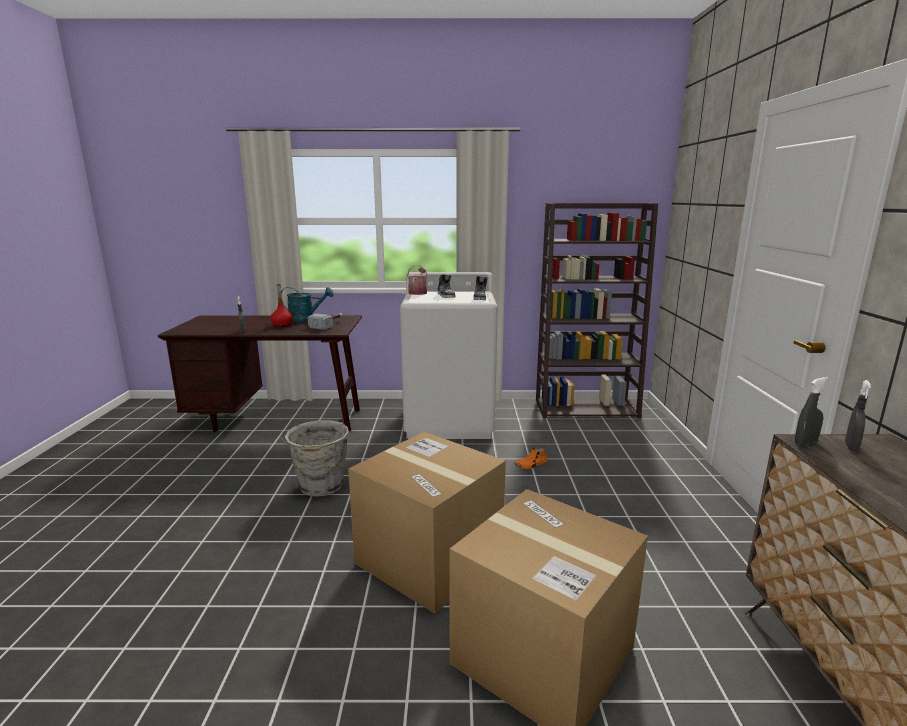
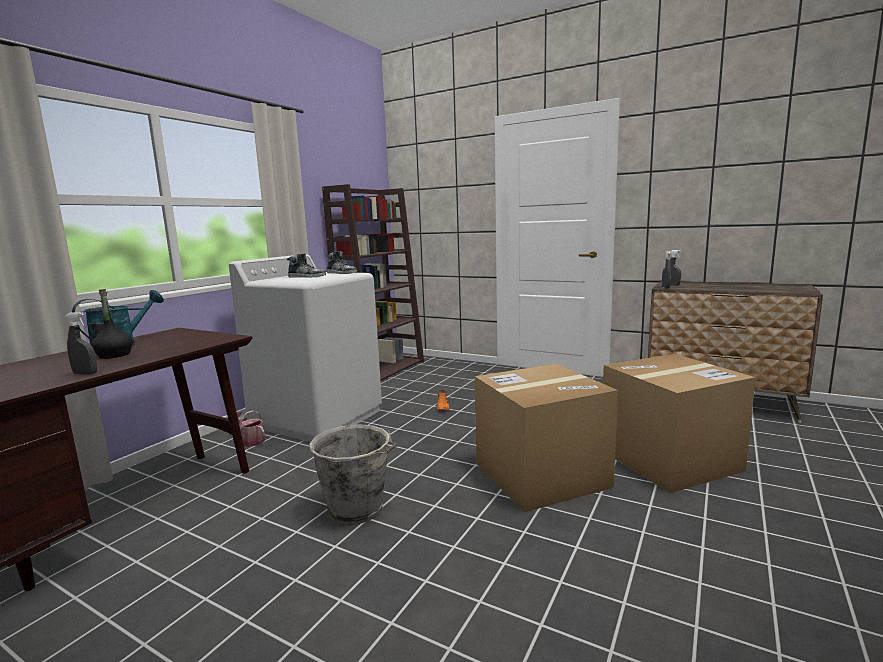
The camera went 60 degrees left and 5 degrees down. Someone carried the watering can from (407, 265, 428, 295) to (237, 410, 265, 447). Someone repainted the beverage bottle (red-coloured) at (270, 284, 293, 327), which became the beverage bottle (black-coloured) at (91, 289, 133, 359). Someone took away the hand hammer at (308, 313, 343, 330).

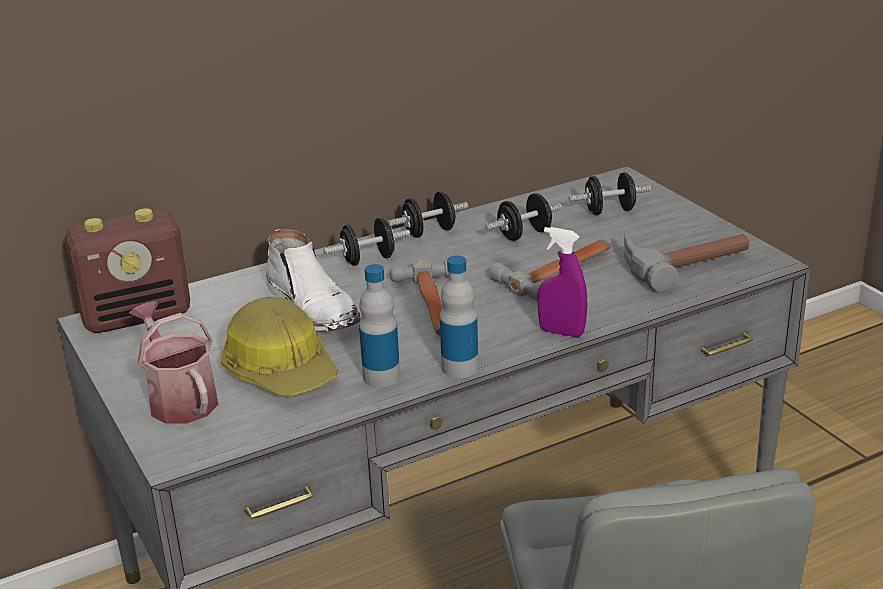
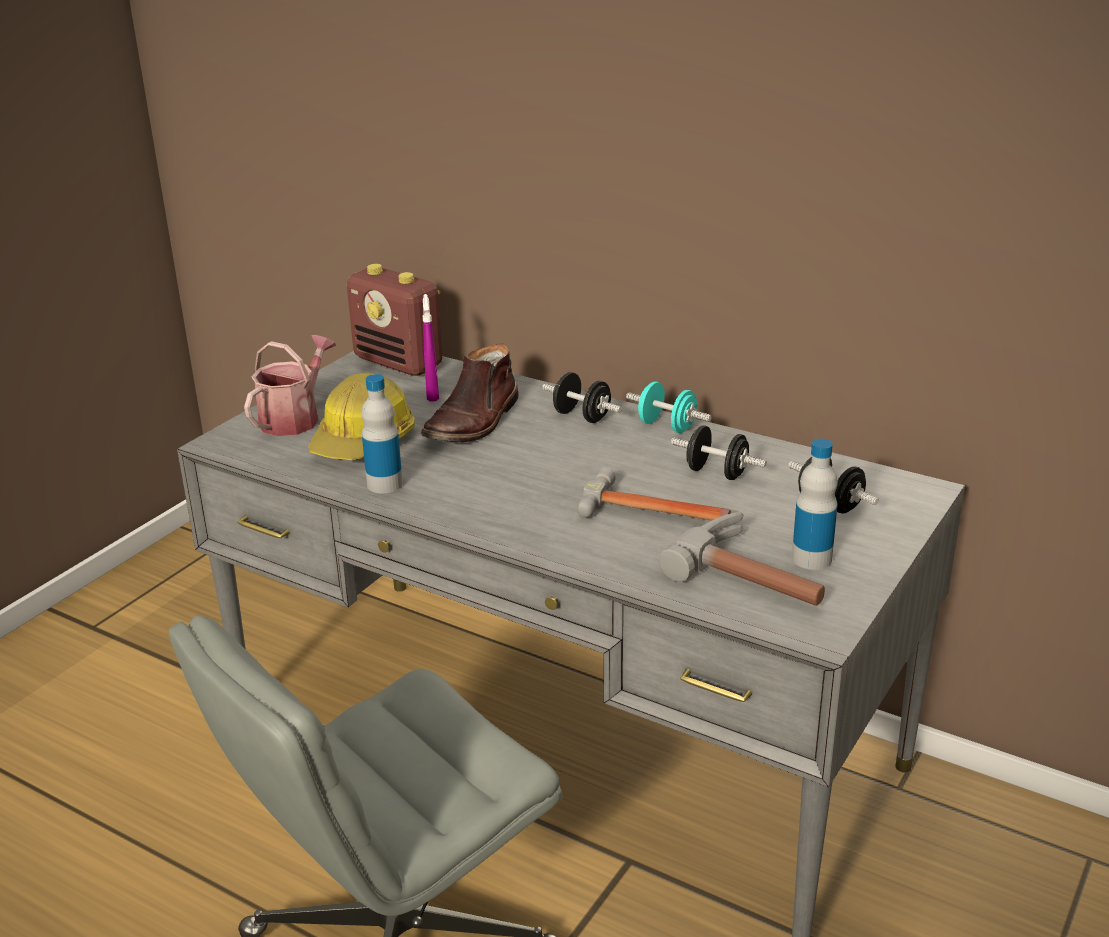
The camera went 60 degrees right and 0 degrees up. Someone repainted the free weight (black-coloured) at (388, 191, 468, 238), which became the free weight (turquoise-coloured) at (626, 381, 712, 433). Someone carried the sprayer (purple) from (537, 227, 587, 337) to (423, 294, 439, 402). Someone repainted the boot (whitish) at (266, 229, 361, 332), which became the boot (brown-coloured) at (421, 343, 519, 443). Someone carried the beverage bottle from (440, 255, 479, 378) to (792, 439, 838, 570). Someone took away the hand hammer at (390, 259, 449, 336).

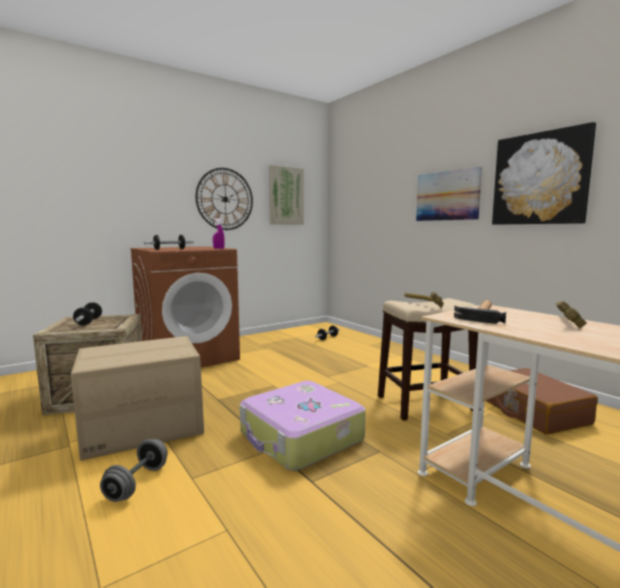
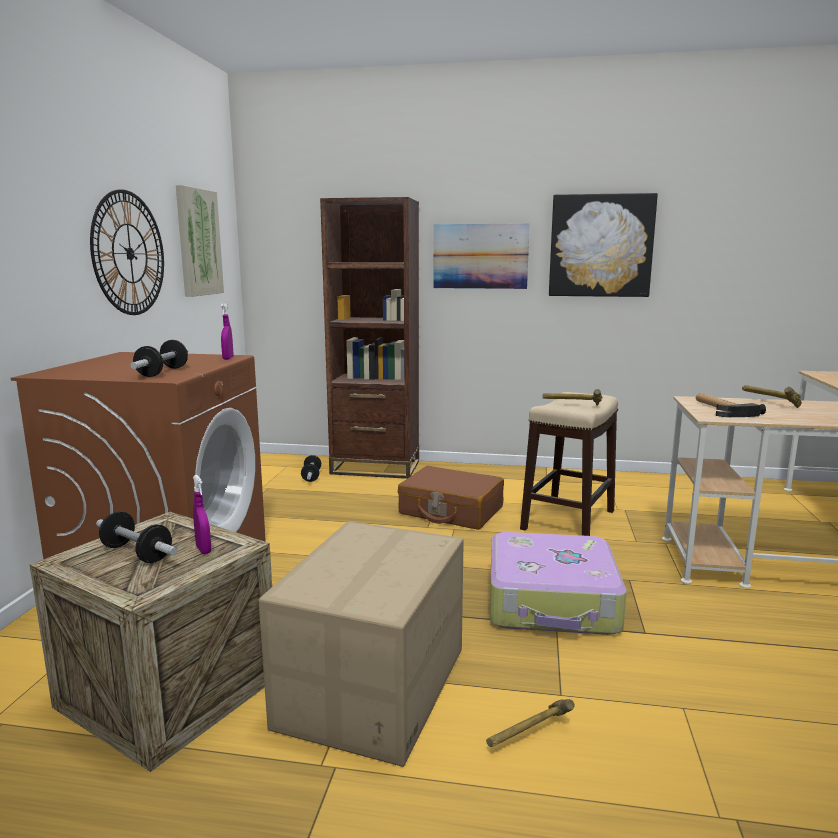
The camera went 45 degrees left and 5 degrees up. Someone carried the travel case (brown-coloured) from (486, 368, 598, 435) to (398, 466, 504, 530). Someone swapped the free weight (grey) at (100, 439, 168, 502) for the hand hammer at (486, 699, 575, 747). Someone put down the bookshelf (brown-coloured) at (320, 197, 419, 479). Someone put down the sprayer (purple) at (193, 475, 211, 554).

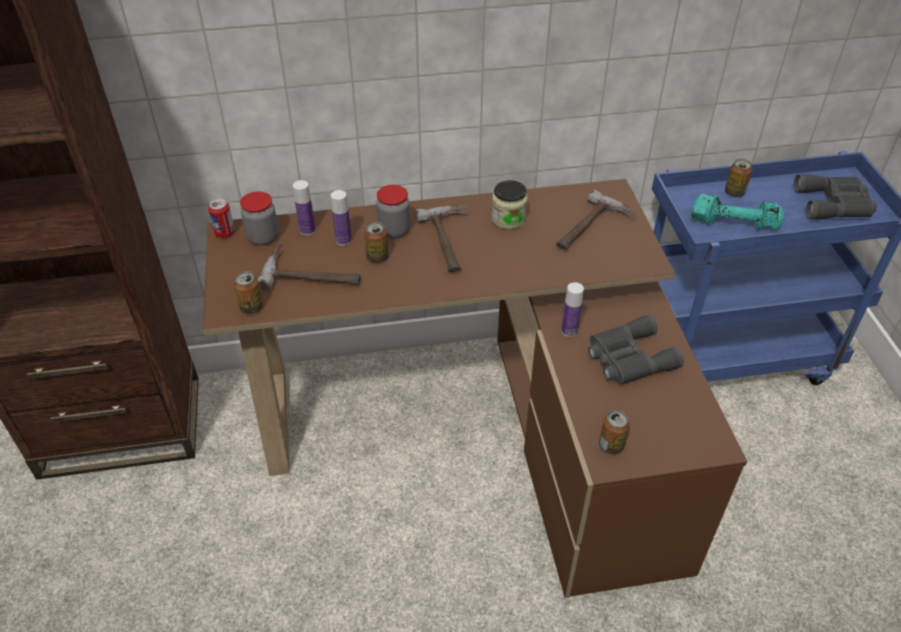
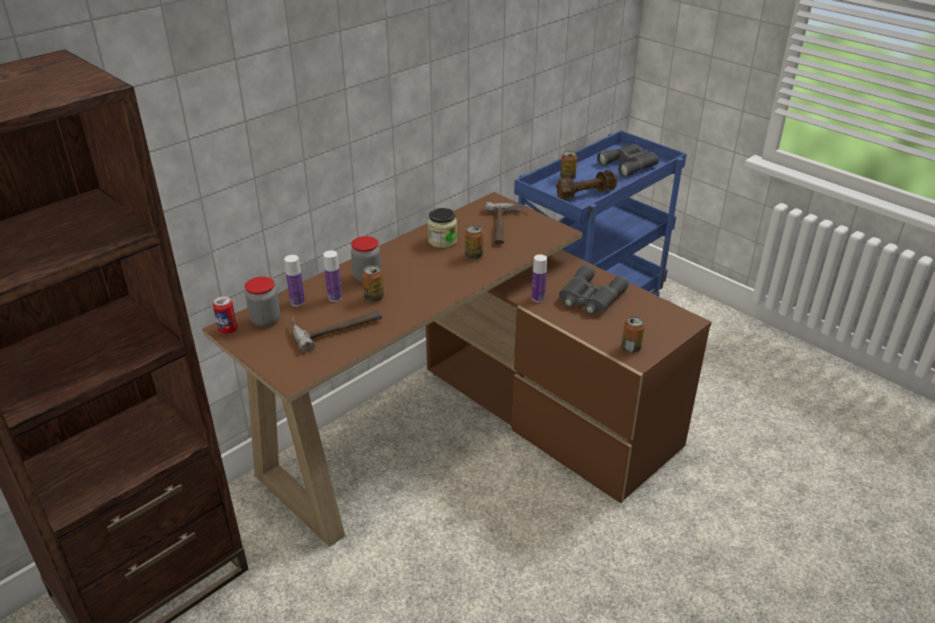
The camera went 35 degrees left and 10 degrees down. Someone repainted the free weight (turquoise-coloured) at (691, 194, 785, 231), which became the free weight (brown-coloured) at (556, 170, 617, 200). Someone took away the hand hammer at (415, 205, 470, 272). Someone carried the metal can from (233, 271, 263, 314) to (465, 225, 483, 260).

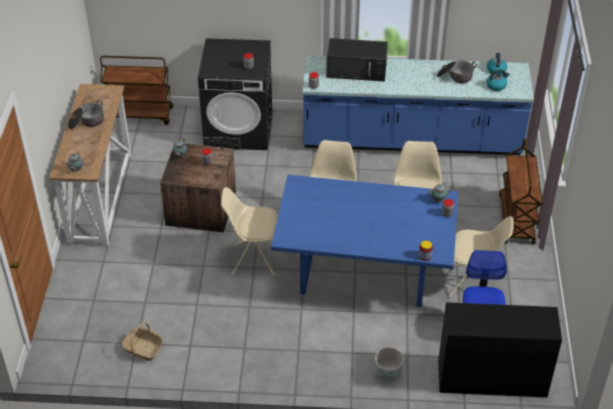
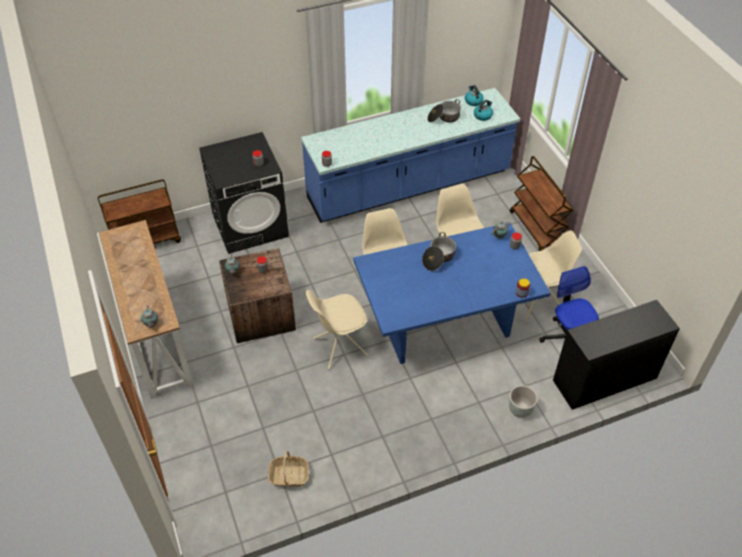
The camera went 25 degrees left and 5 degrees up. Someone took away the microwave (black-coloured) at (326, 38, 388, 82). Someone carried the saucepot from (68, 100, 104, 129) to (422, 232, 456, 271).

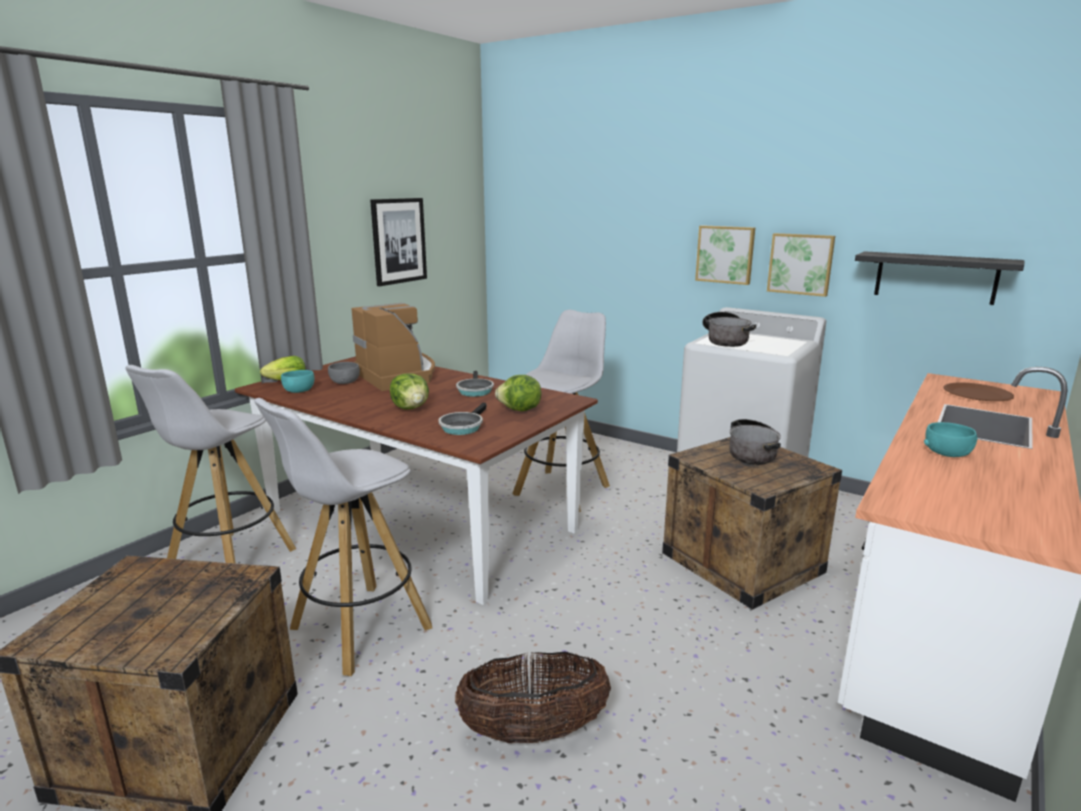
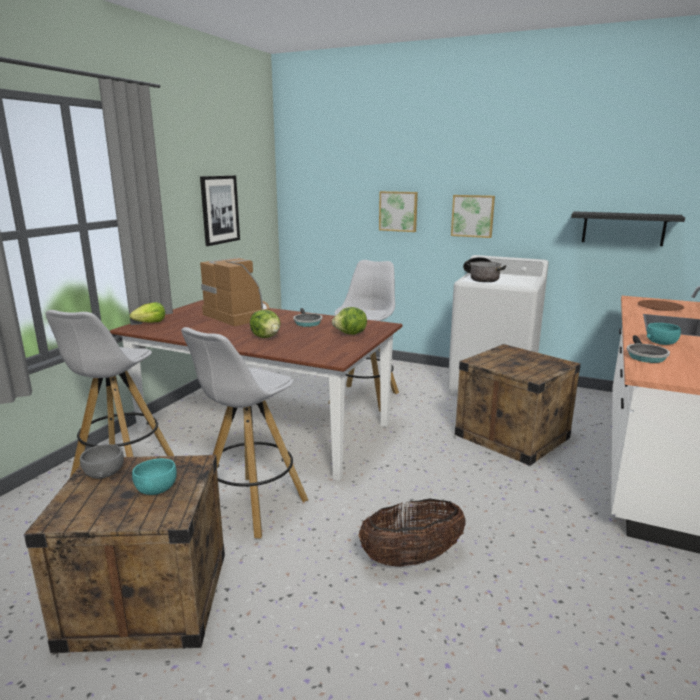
The camera went 10 degrees left and 0 degrees up. Someone carried the picture from (767, 233, 835, 297) to (379, 191, 418, 232). Someone carried the deep dish (grey) from (328, 362, 360, 384) to (80, 444, 124, 479). Someone carried the deep dish (turquoise-coloured) from (281, 370, 314, 393) to (132, 458, 177, 495). Someone carried the pan from (438, 403, 487, 435) to (627, 335, 670, 363). Someone took away the saucepot at (729, 419, 781, 465).

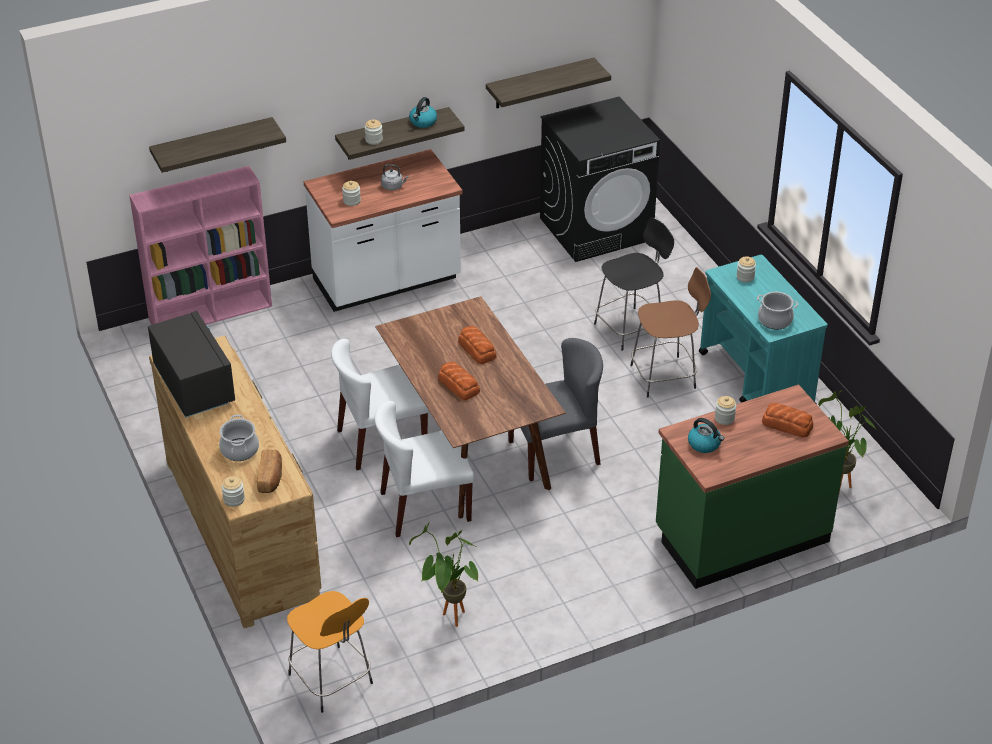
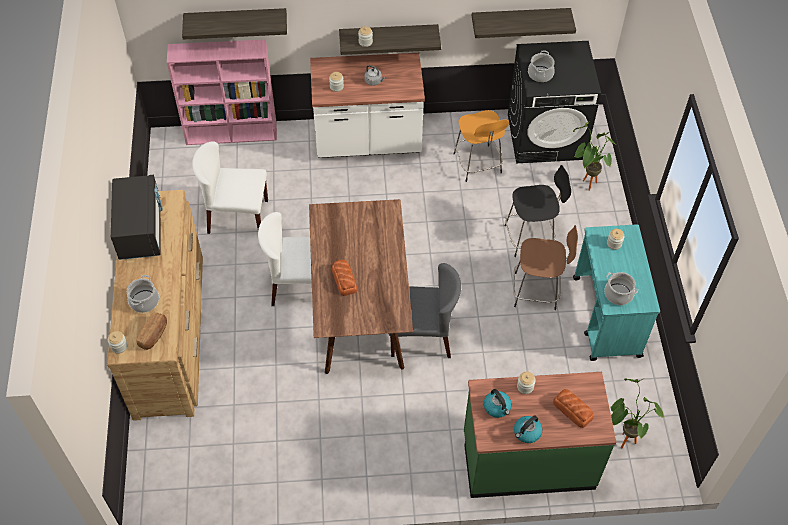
The camera went 20 degrees right and 15 degrees up. Someone carried the tea kettle from (409, 97, 437, 128) to (514, 416, 543, 443). Someone took away the baked bread at (458, 326, 497, 364). Someone carried the plain chair (whitish) from (374, 401, 474, 537) to (192, 141, 268, 234). Someone carried the houseplant from (409, 522, 478, 627) to (573, 121, 615, 191). Someone carried the stool seat (orangey) from (287, 591, 373, 713) to (454, 110, 509, 182). Someone put down the saucepot at (528, 50, 555, 82).

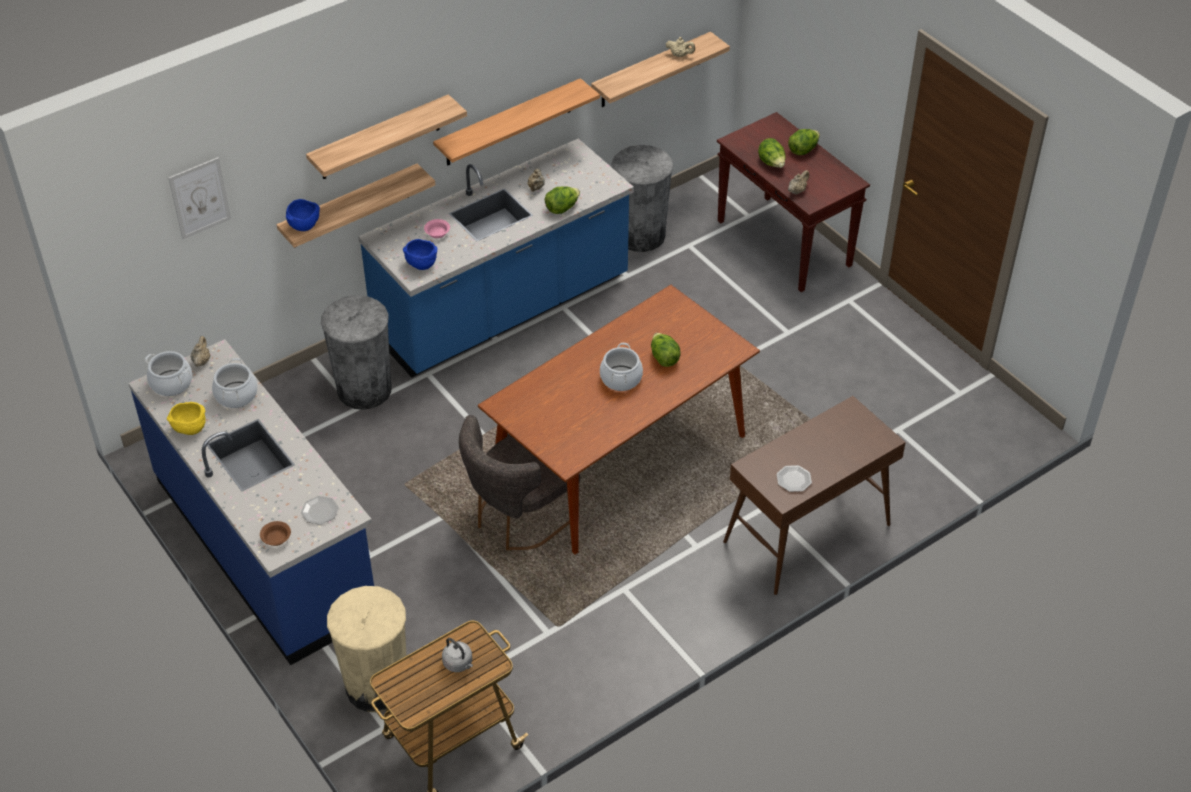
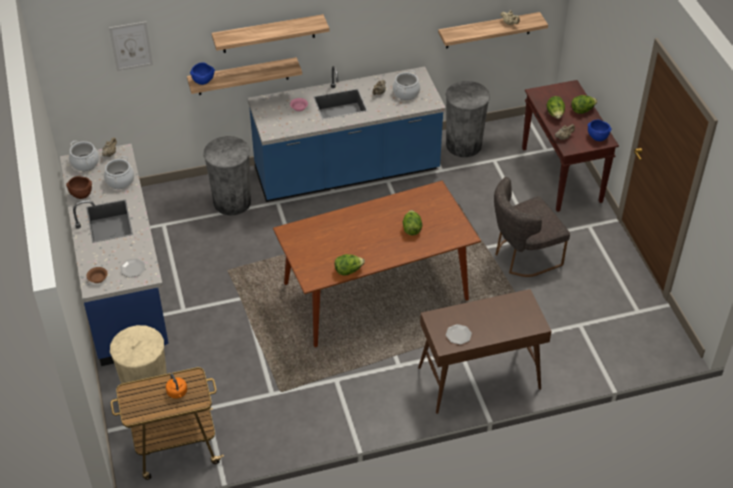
The camera went 20 degrees right and 0 degrees up. Someone took away the wall shelf at (433, 78, 600, 166). Someone carried the head of lettuce from (545, 186, 580, 214) to (335, 254, 365, 276). Someone carried the deep dish (bluish) from (403, 239, 437, 270) to (588, 120, 611, 141). Someone carried the saucepot from (600, 343, 643, 391) to (393, 70, 420, 100). Someone repainted the deep dish (yellowish) at (167, 402, 206, 435), which became the deep dish (brown-coloured) at (66, 176, 92, 199). Someone carried the plain chair (grey) from (459, 415, 580, 550) to (494, 177, 570, 277). Someone repainted the tea kettle (grey) at (442, 638, 473, 672), which became the tea kettle (orangey) at (166, 373, 187, 399).

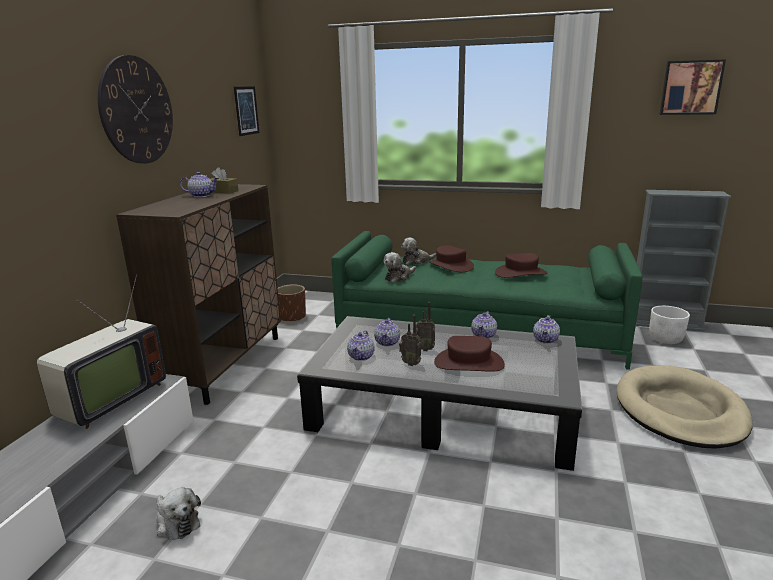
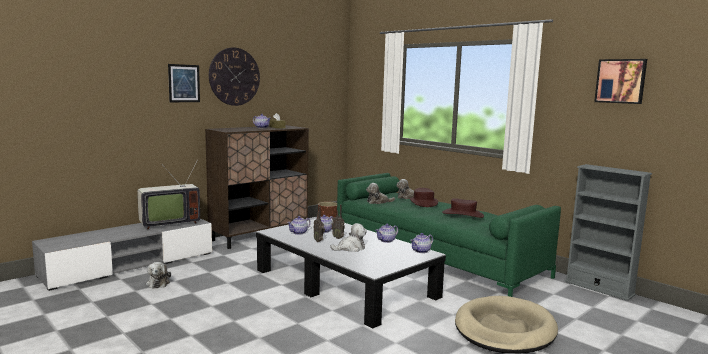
The camera went 30 degrees right and 10 degrees down. Someone carried the picture from (234, 86, 259, 136) to (168, 64, 200, 102). Someone took away the flower pot (whitish) at (649, 306, 690, 344). Someone swapped the clothing hat (brown-coloured) at (434, 336, 505, 372) for the plush toy at (330, 223, 367, 252).

